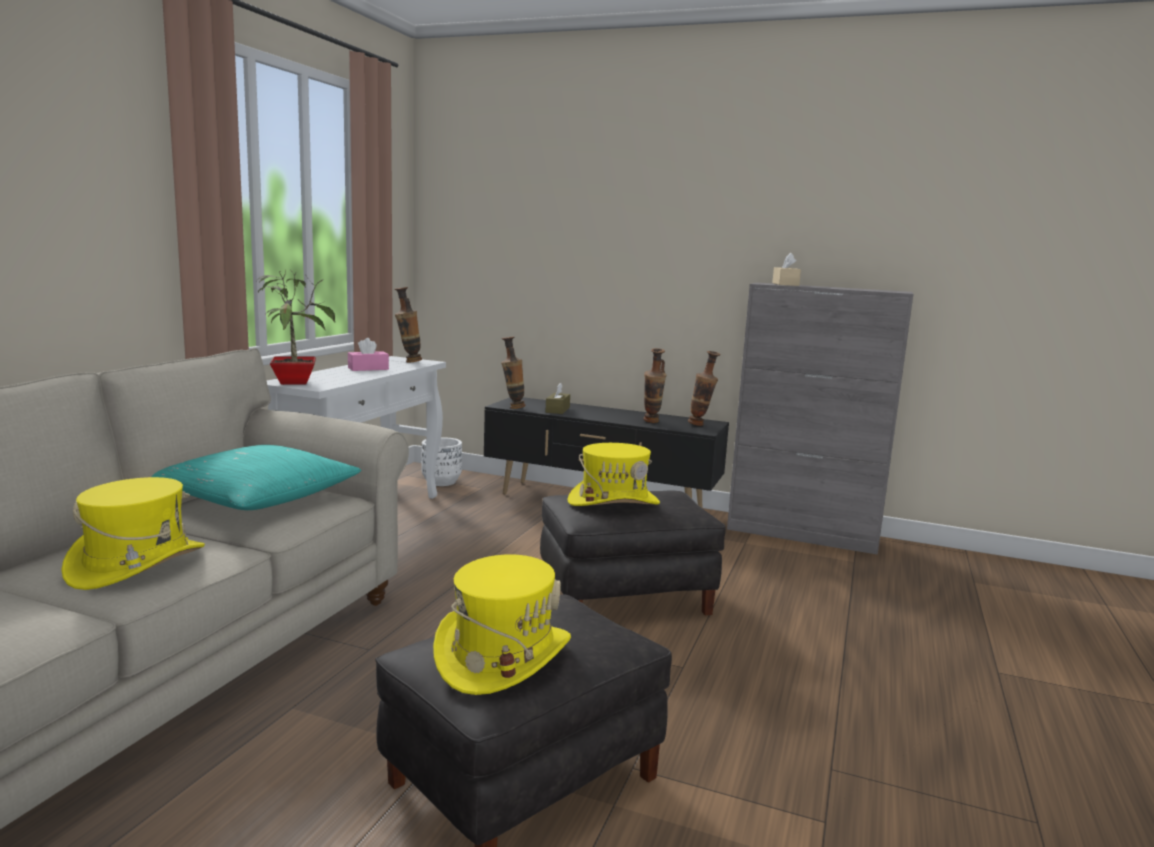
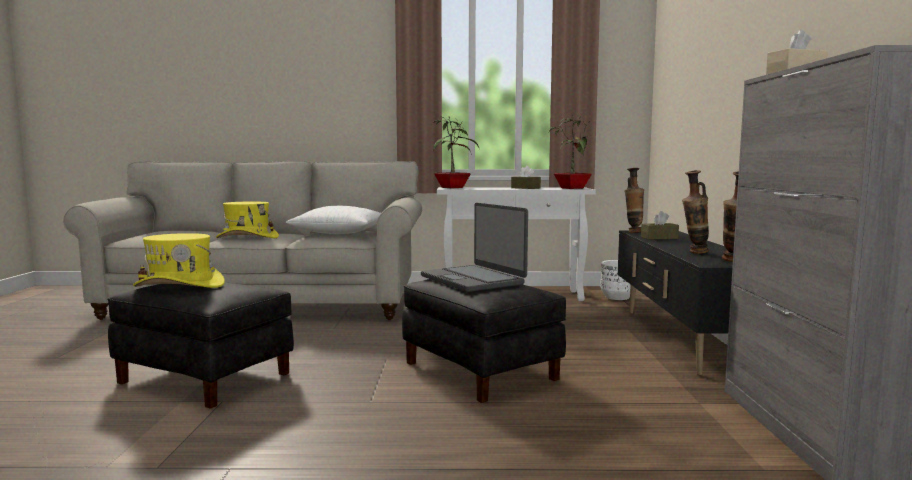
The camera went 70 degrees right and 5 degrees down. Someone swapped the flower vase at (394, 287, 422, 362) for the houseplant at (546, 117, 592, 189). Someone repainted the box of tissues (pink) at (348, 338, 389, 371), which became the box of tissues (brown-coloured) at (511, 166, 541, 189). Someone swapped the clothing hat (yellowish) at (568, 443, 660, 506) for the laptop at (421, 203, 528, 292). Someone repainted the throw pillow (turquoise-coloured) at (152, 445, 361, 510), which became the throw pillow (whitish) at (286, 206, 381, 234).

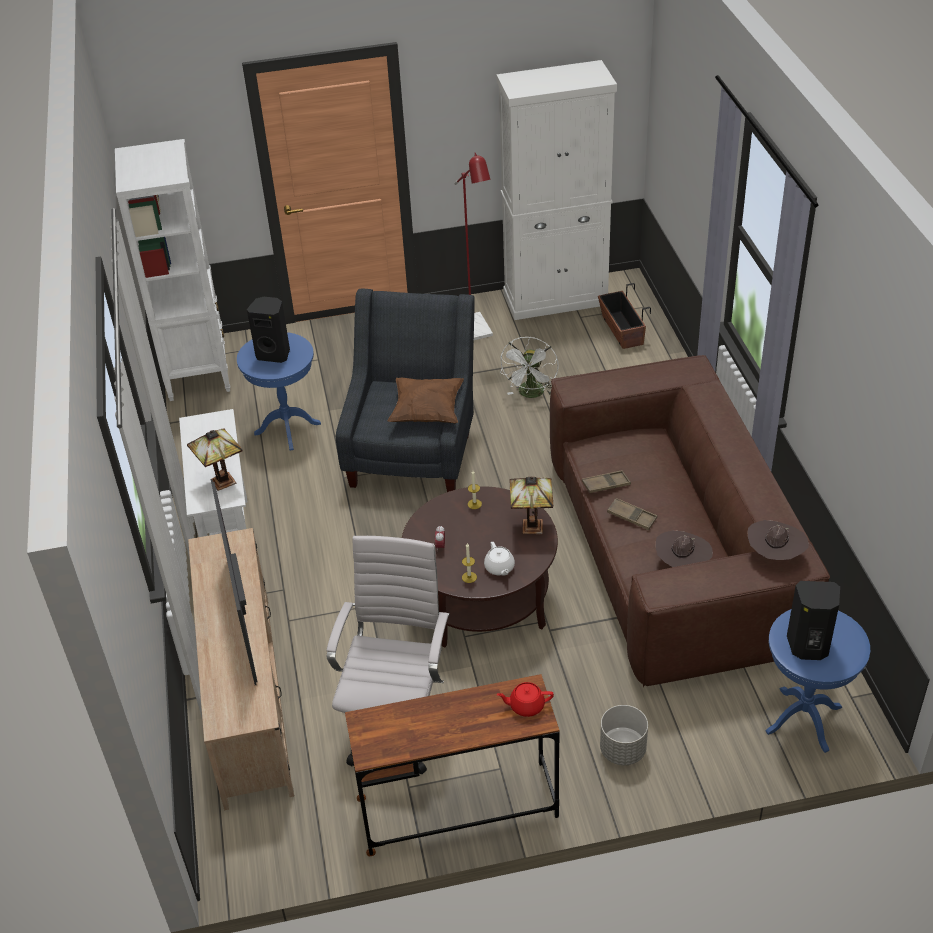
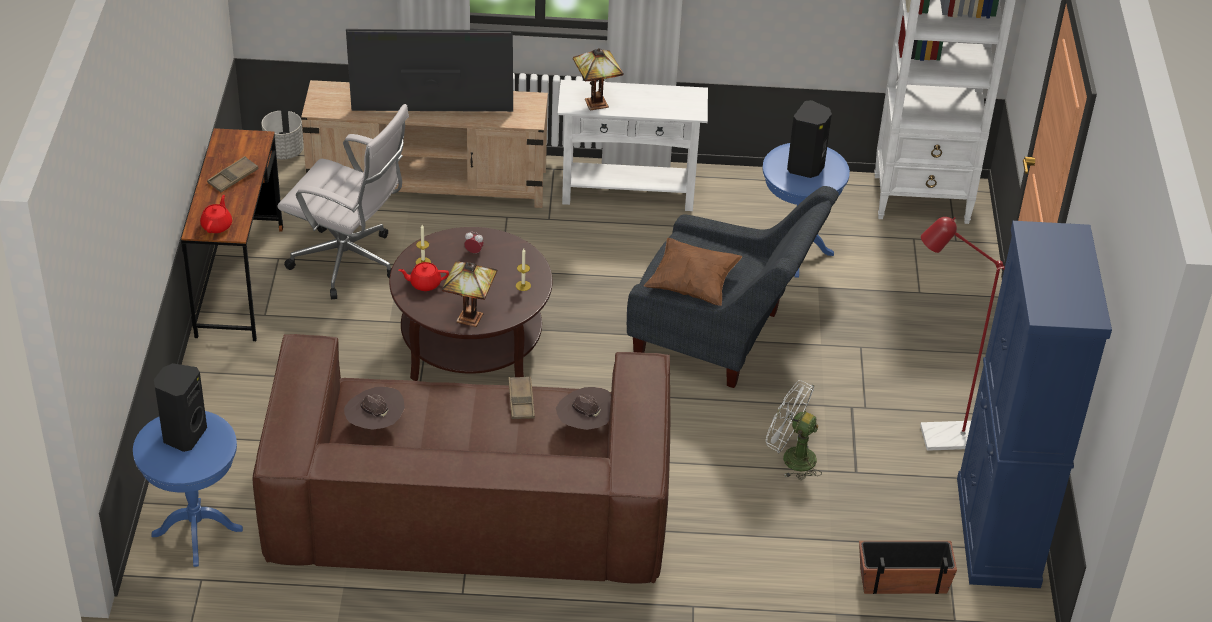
The camera went 100 degrees right and 0 degrees up. Someone repainted the storage cabinet (whitish) at (496, 60, 617, 320), which became the storage cabinet (bluish) at (957, 221, 1112, 588). Someone carried the serving tray (brown-coloured) from (607, 498, 657, 530) to (207, 156, 259, 193). Someone carried the clothing hat (brown-coloured) from (747, 520, 809, 560) to (556, 387, 611, 430). Someone repainted the tea pot (whitish) at (484, 542, 515, 576), which became the tea pot (red-coloured) at (399, 262, 449, 291). Someone carried the flower pot (grey) from (600, 705, 648, 765) to (262, 111, 304, 159).

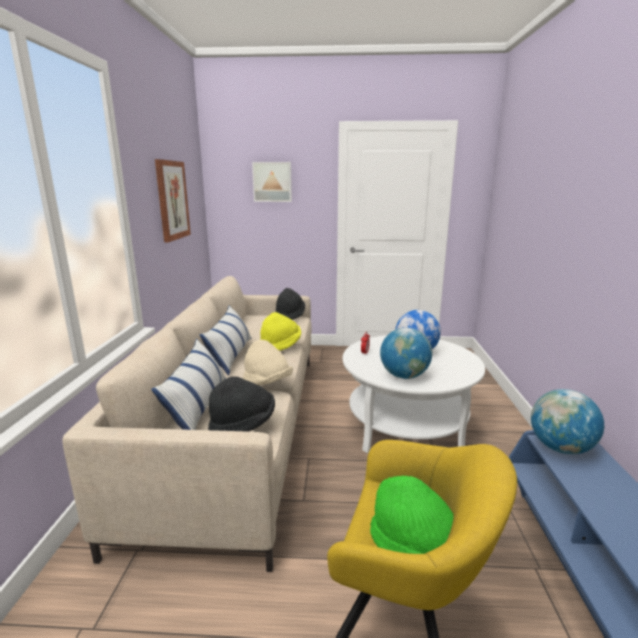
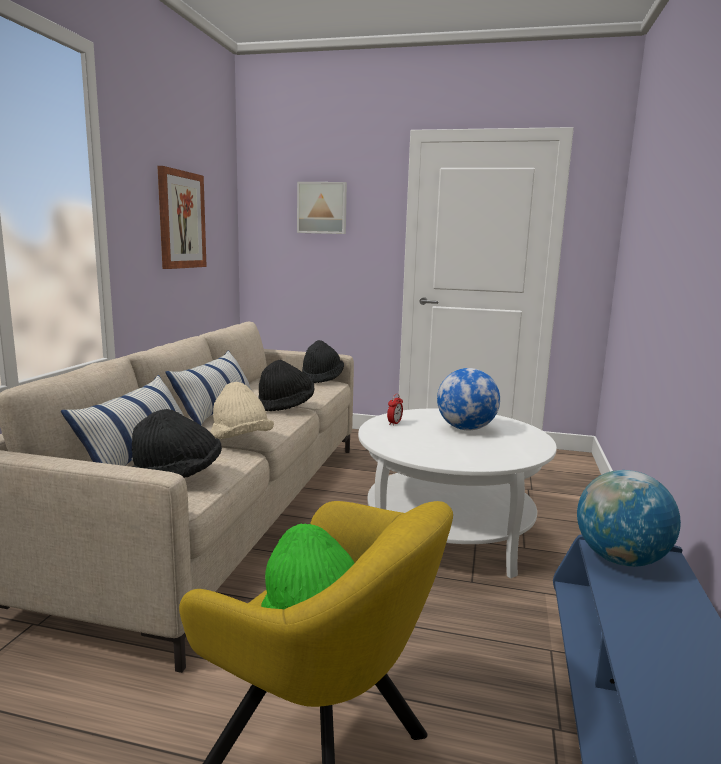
The camera went 10 degrees right and 5 degrees down. Someone repainted the clothing hat (yellowish) at (260, 312, 301, 351), which became the clothing hat (black-coloured) at (258, 360, 314, 411). Someone took away the world globe at (380, 328, 432, 379).

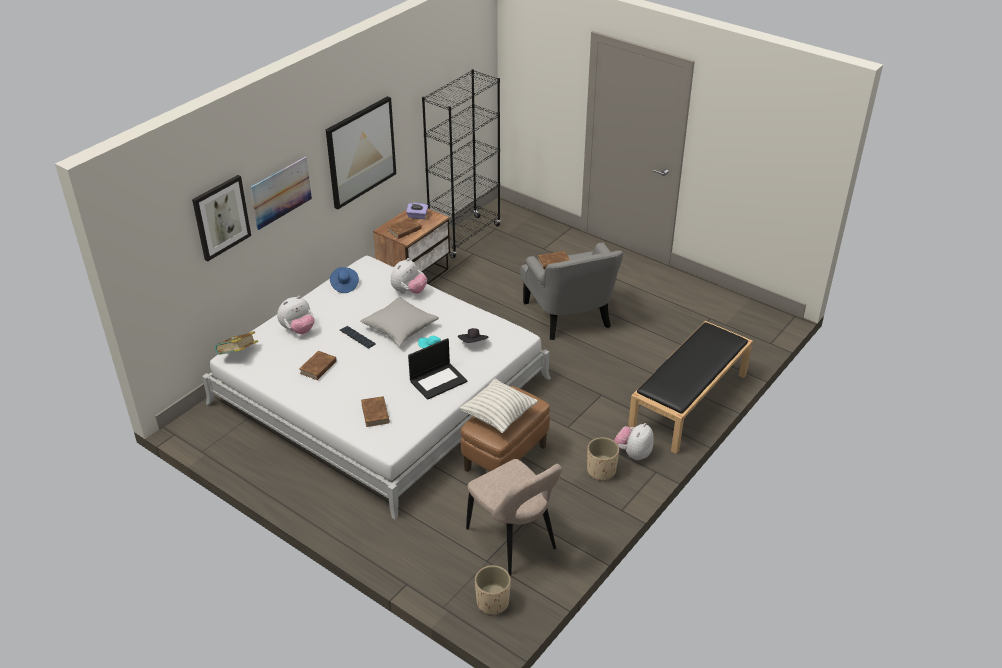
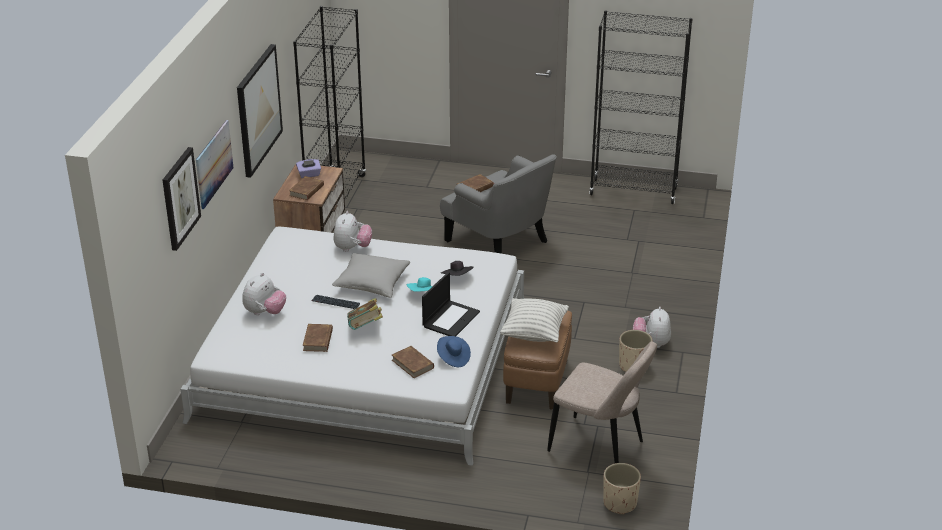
The camera went 25 degrees left and 5 degrees down. Someone carried the clothing hat (bluish) from (330, 267, 359, 293) to (437, 336, 471, 367). Someone took away the long seat (black-coloured) at (628, 321, 753, 454). Someone carried the bound book from (215, 331, 258, 355) to (347, 298, 383, 330). Someone put down the bookshelf (black-coloured) at (589, 10, 692, 204).

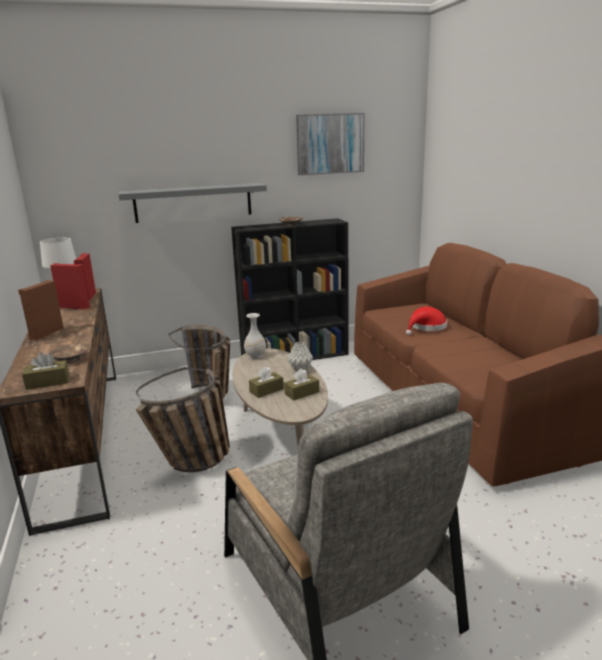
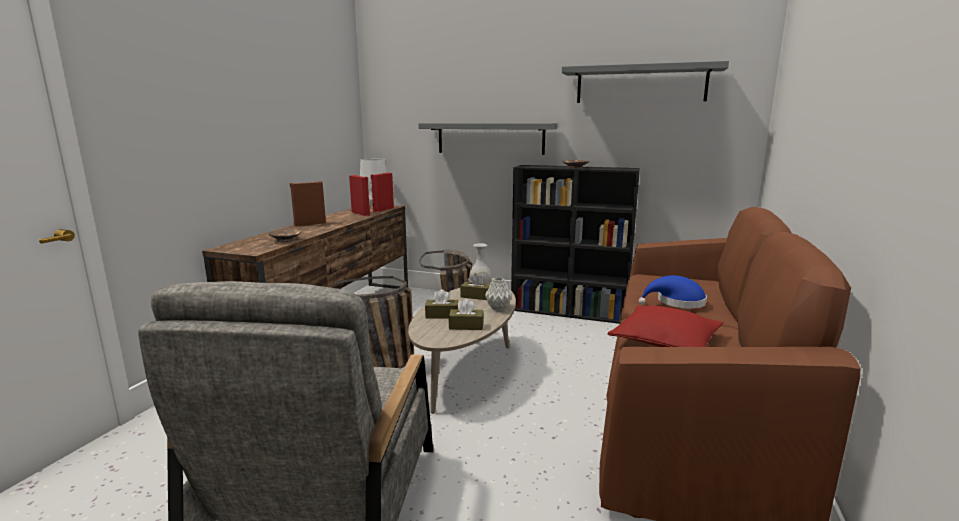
The camera went 35 degrees right and 5 degrees down. Someone swapped the picture at (296, 113, 364, 175) for the wall shelf (grey) at (562, 61, 729, 103). Someone repainted the clothing hat (red-coloured) at (406, 307, 447, 335), which became the clothing hat (bluish) at (639, 275, 707, 308). Someone carried the box of tissues (brown-coloured) from (22, 352, 69, 390) to (460, 273, 490, 300). Someone put down the throw pillow (red-coloured) at (608, 305, 723, 347).

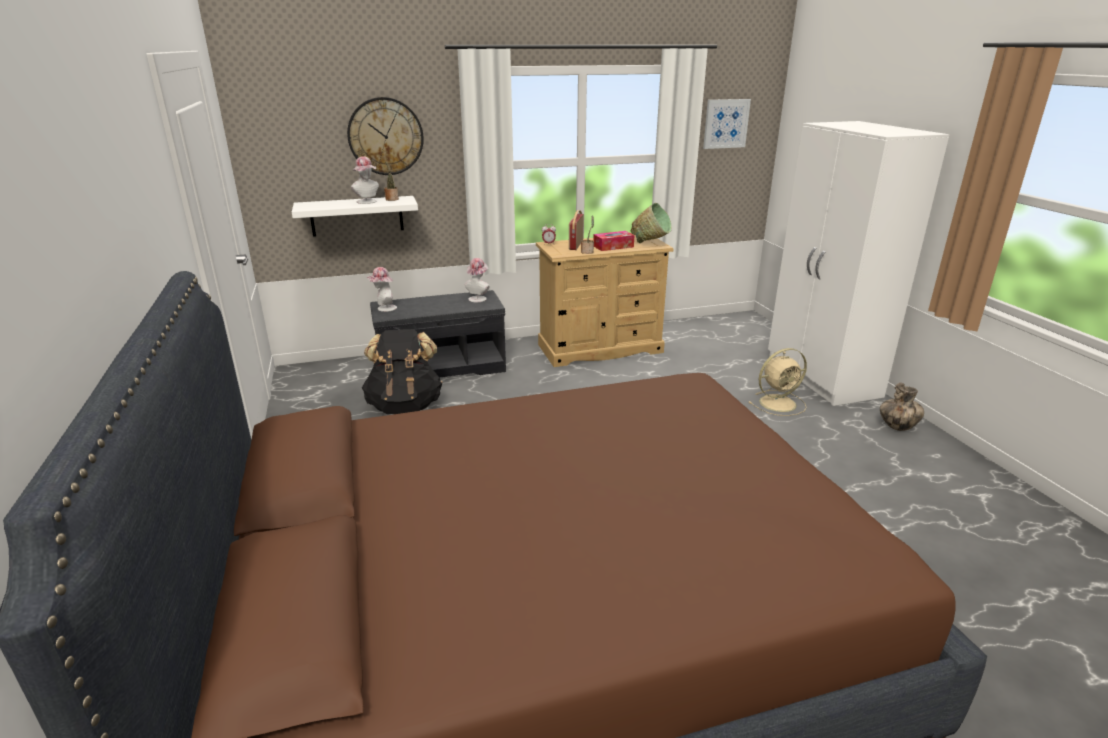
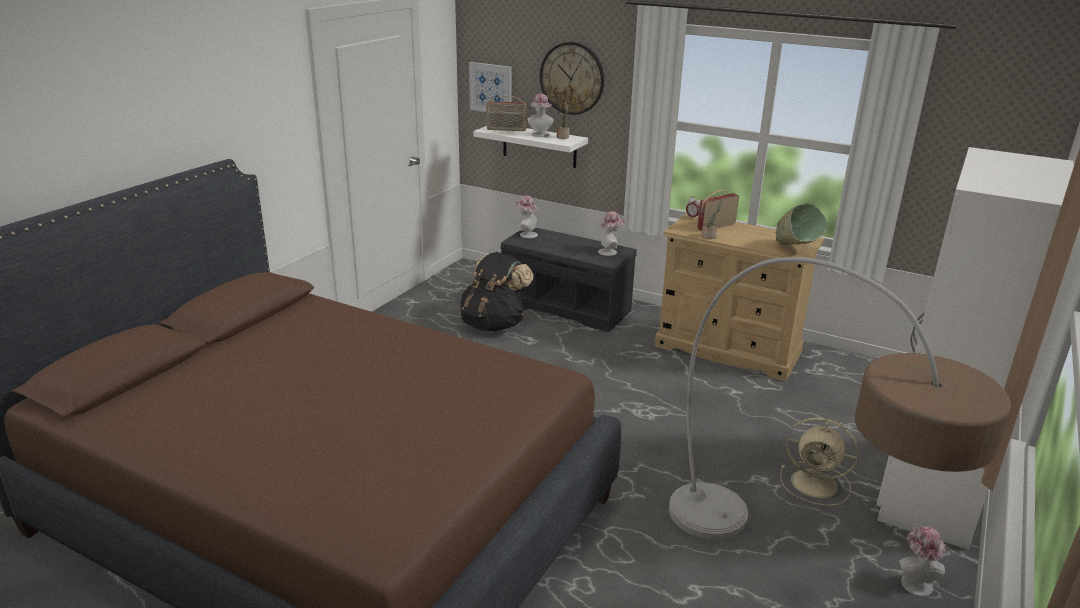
The camera went 45 degrees right and 0 degrees up. Someone carried the picture from (703, 99, 751, 149) to (469, 62, 511, 112). Someone took away the box of tissues at (593, 231, 634, 251). Someone swapped the flower vase at (880, 382, 924, 431) for the clothing hat at (899, 526, 945, 597). Someone put down the radio at (486, 96, 527, 131). Someone put down the floor lamp at (669, 257, 1011, 540).

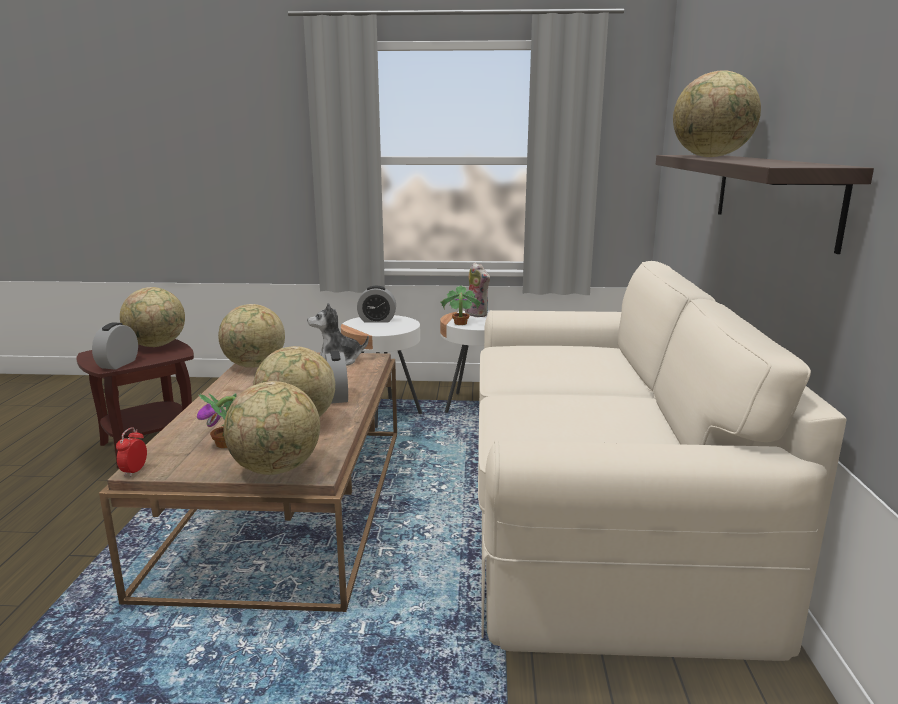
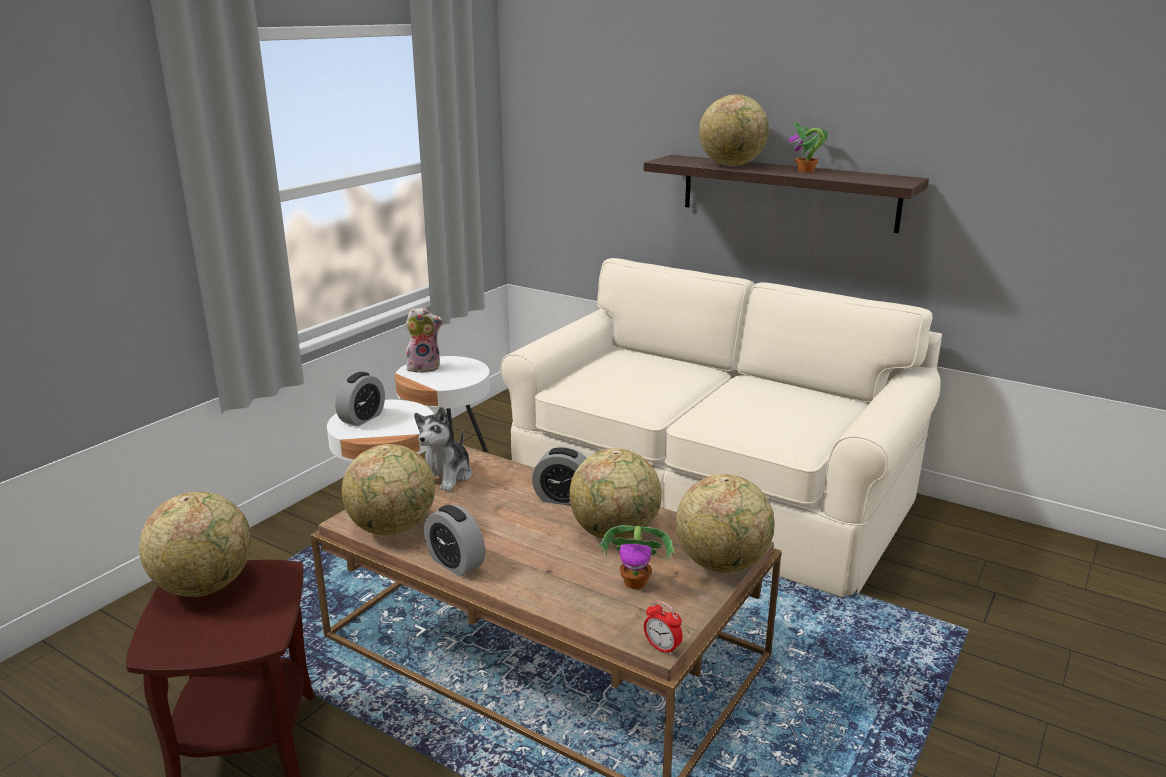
The camera went 60 degrees left and 5 degrees up. Someone carried the houseplant from (440, 286, 481, 325) to (789, 122, 828, 172). Someone carried the table clock from (92, 322, 138, 369) to (424, 505, 485, 577).

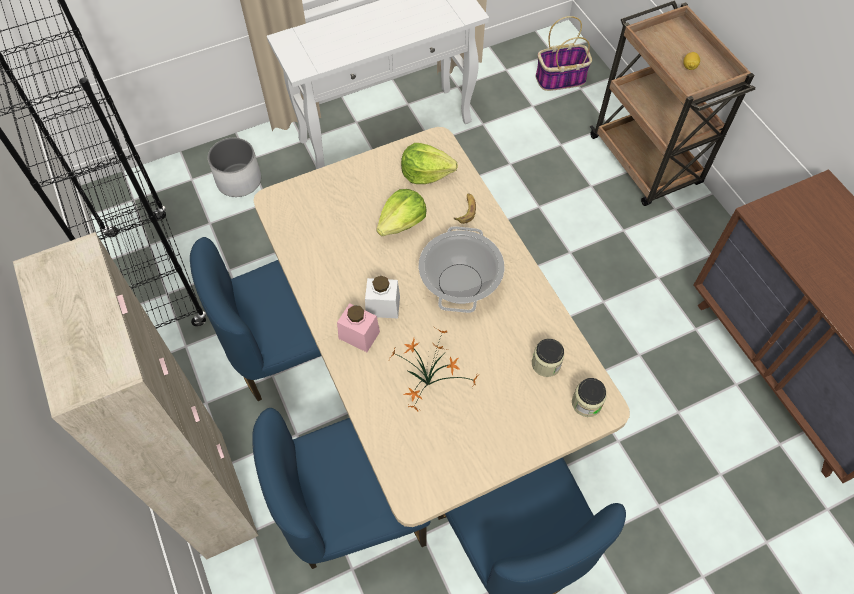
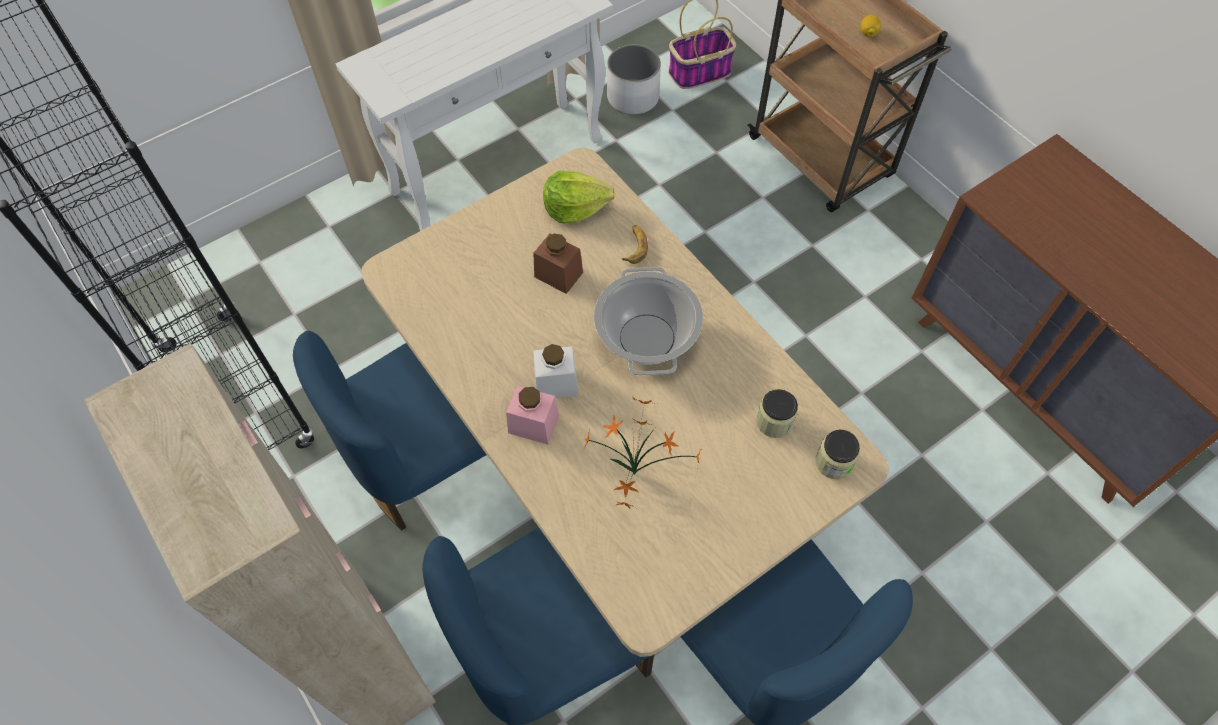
The camera went 10 degrees left and 0 degrees up. Someone carried the flower pot (whitish) from (208, 138, 261, 197) to (607, 45, 661, 115). Someone swapped the head of lettuce at (376, 189, 427, 236) for the storage jar (brown-coloured) at (533, 234, 583, 294).

